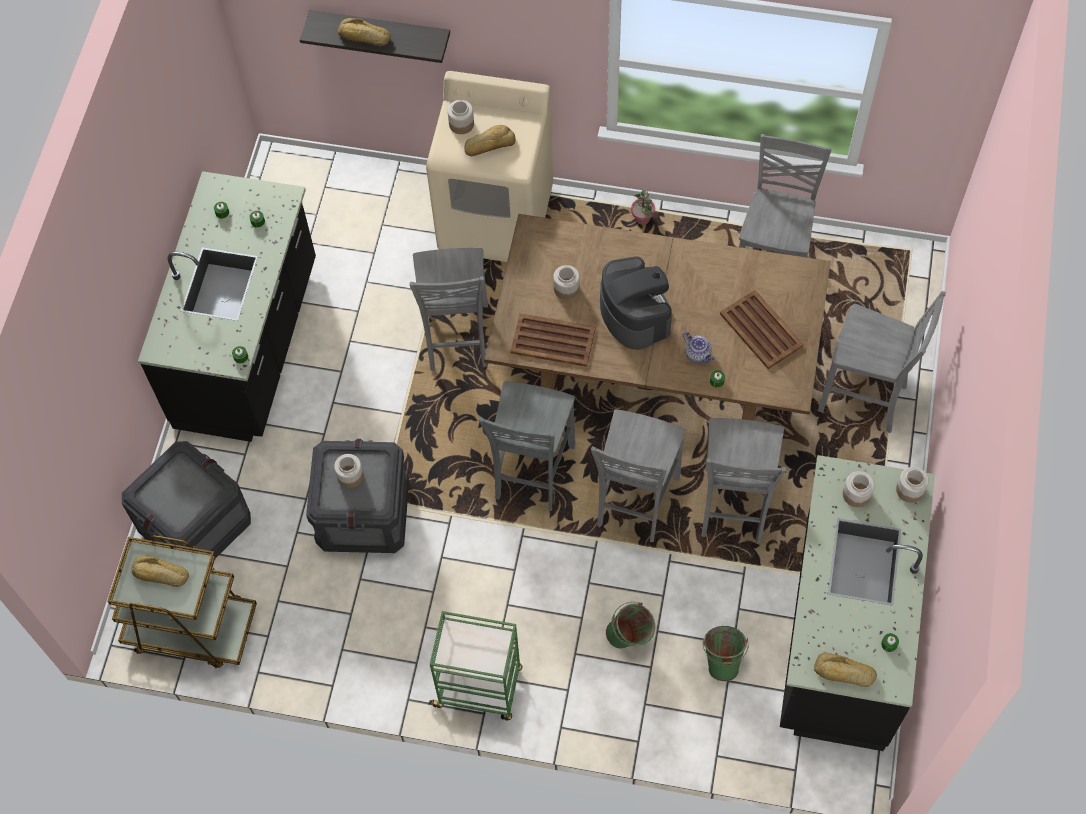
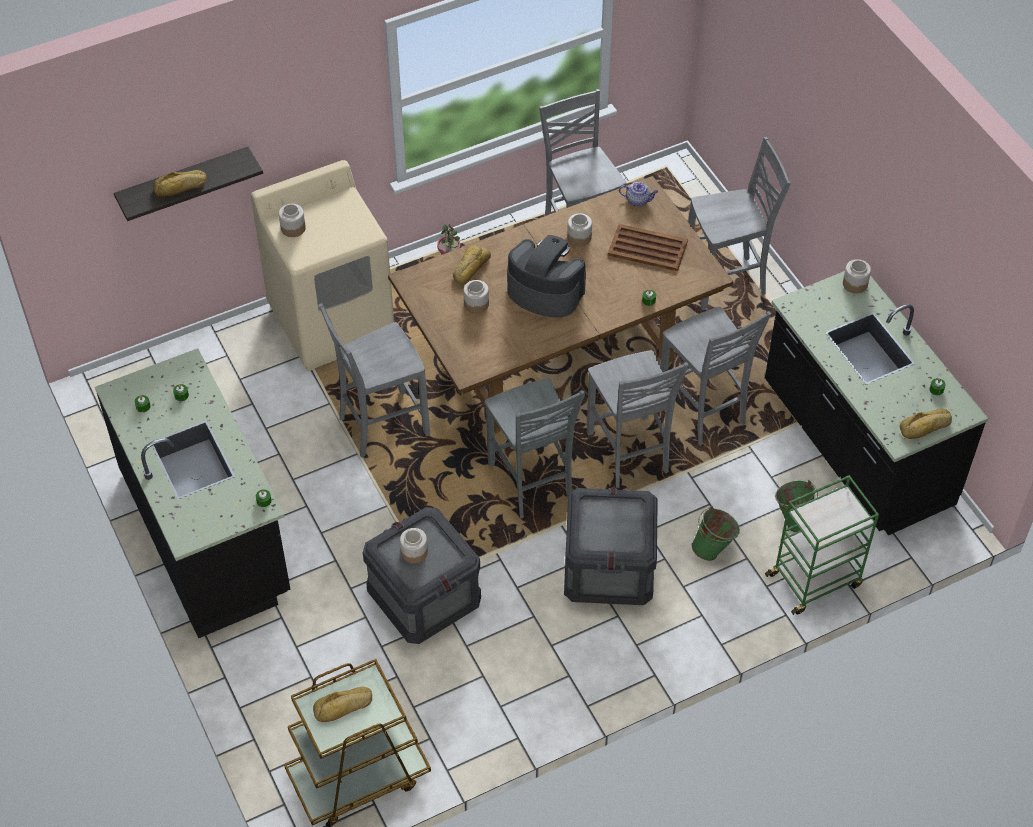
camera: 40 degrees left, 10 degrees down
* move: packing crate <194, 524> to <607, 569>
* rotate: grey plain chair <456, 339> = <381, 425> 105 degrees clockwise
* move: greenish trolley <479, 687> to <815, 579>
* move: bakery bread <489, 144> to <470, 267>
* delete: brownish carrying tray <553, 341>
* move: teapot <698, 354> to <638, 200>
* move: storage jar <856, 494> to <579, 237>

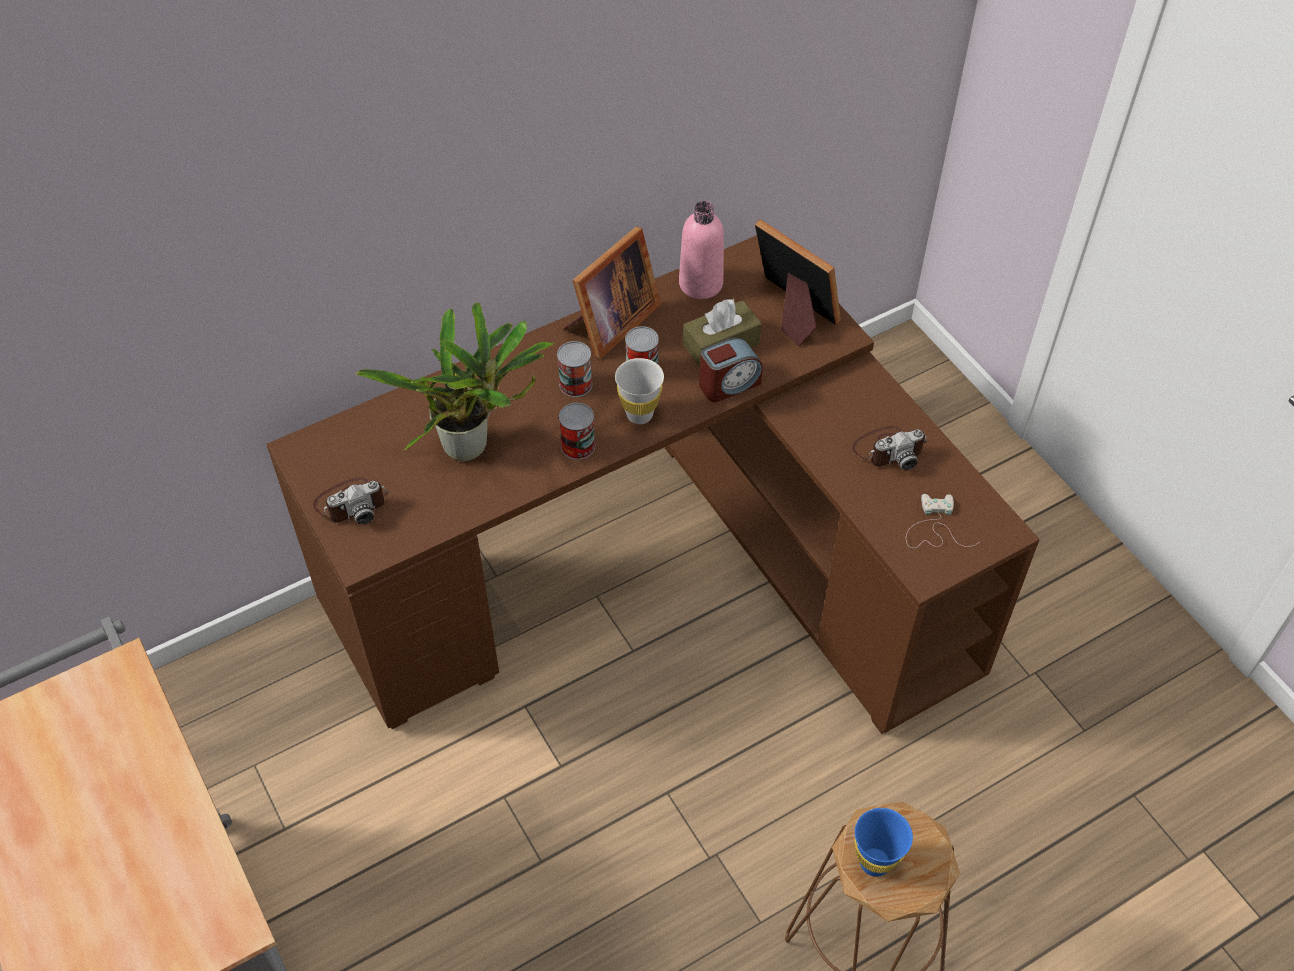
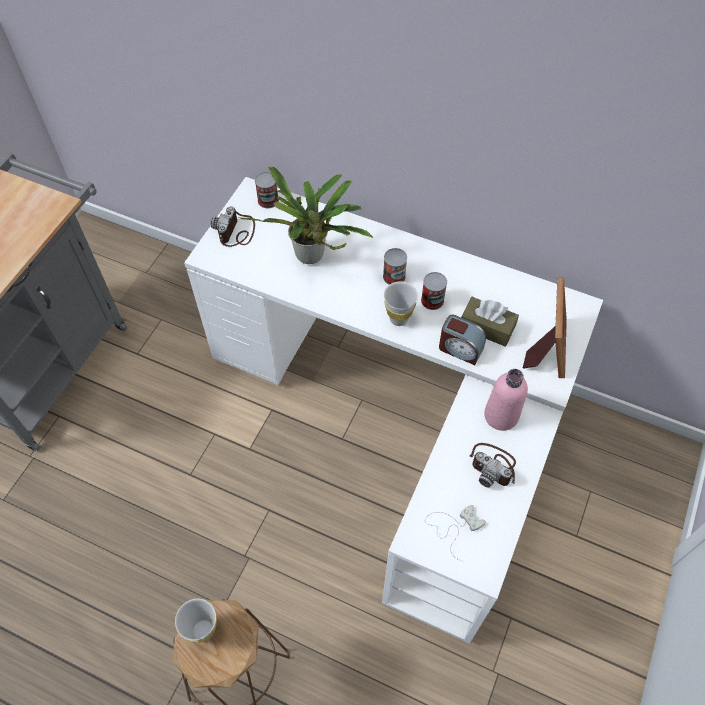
camera: 55 degrees right, 5 degrees up
* recolor: brownish desk <660, 571> to whitish desk <402, 420>
* rotate: photo camera <352, 503> = <236, 232> 75 degrees clockwise
* move: metal can <578, 446> to <268, 200>
* delete: standing frame <609, 324>
* move: pink-coloured beverage bottle <700, 284> to <501, 415>
* recolor: blue-coloured drinking cup <874, 862> to whitish drinking cup <203, 630>

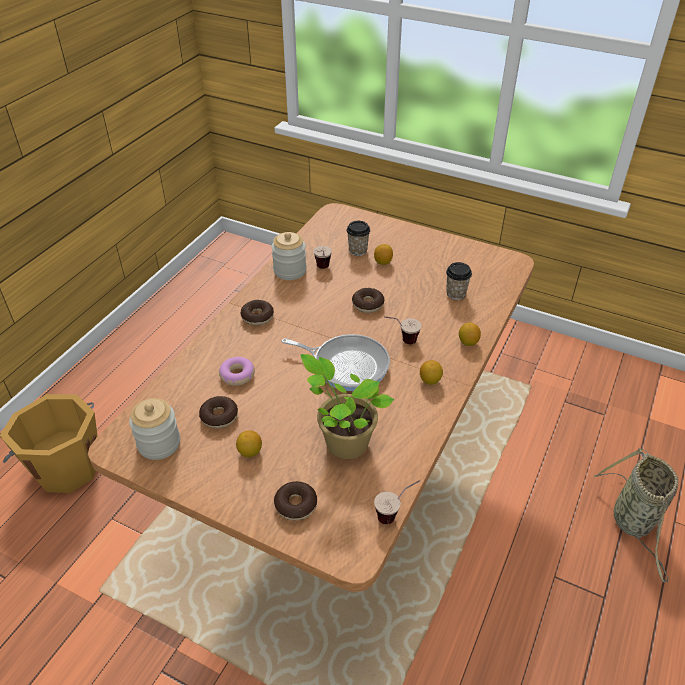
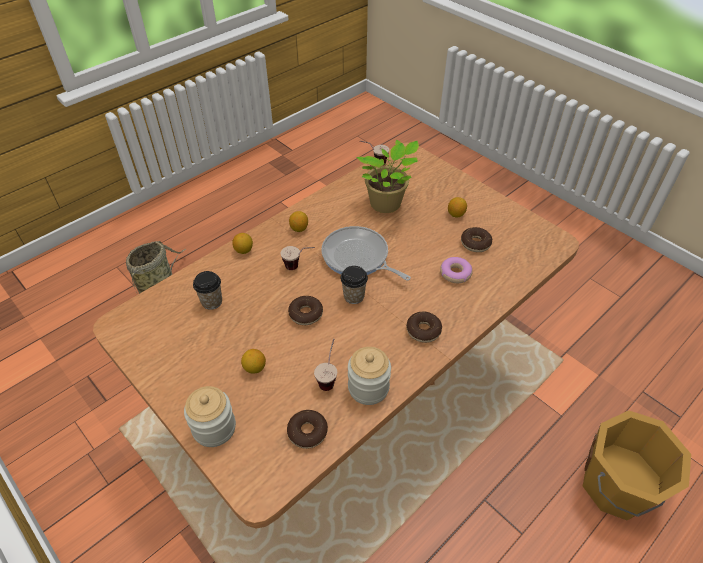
camera: 160 degrees left, 5 degrees up
* move: storage jar <159, 443> to <214, 428>
* move: ring doughnut <296, 505> to <307, 432>
* move: drinking cup <358, 250> to <354, 296>

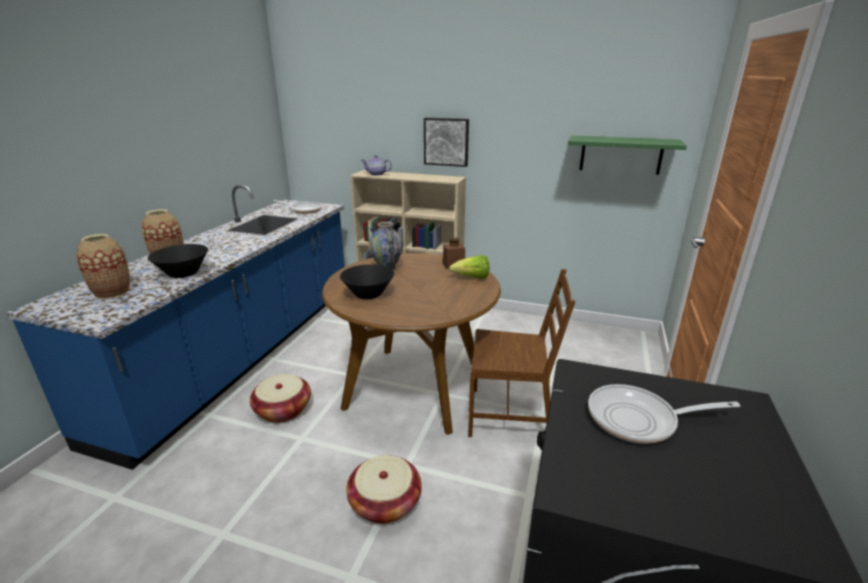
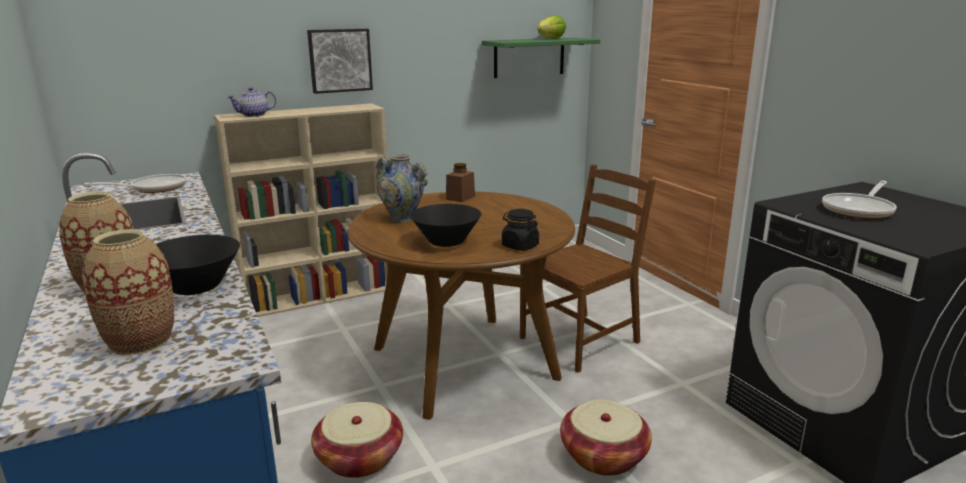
camera: 45 degrees left, 5 degrees down
* move: lettuce head <472, 278> to <550, 39>
* insert: black-coloured storage jar <519, 246>

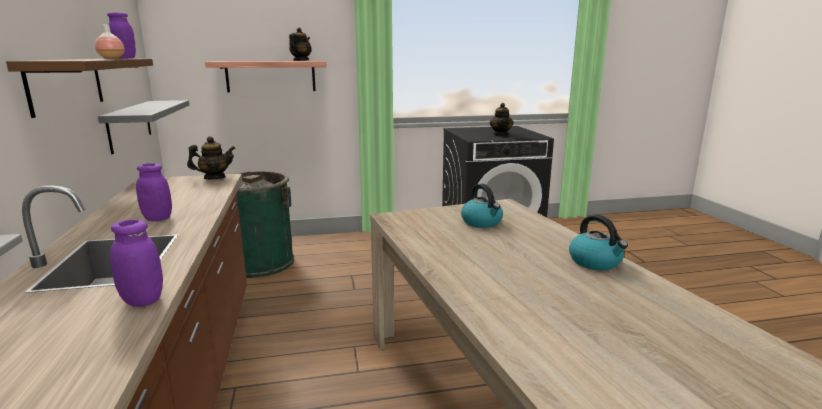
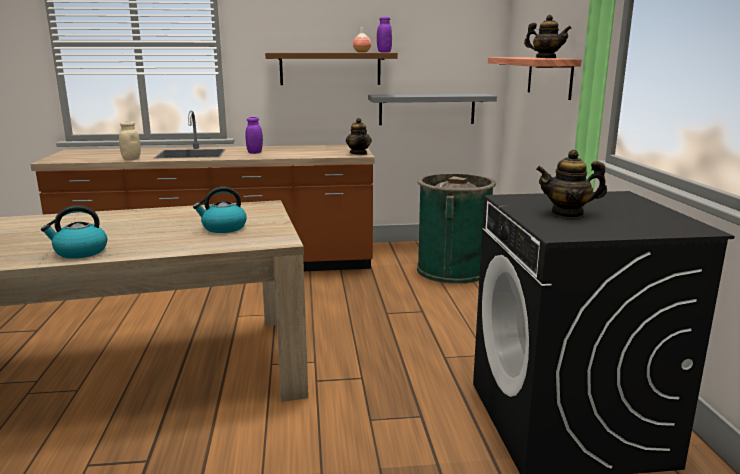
camera: 95 degrees right, 0 degrees up
* recolor: purplish storage jar <142, 300> to beige-coloured storage jar <131, 159>

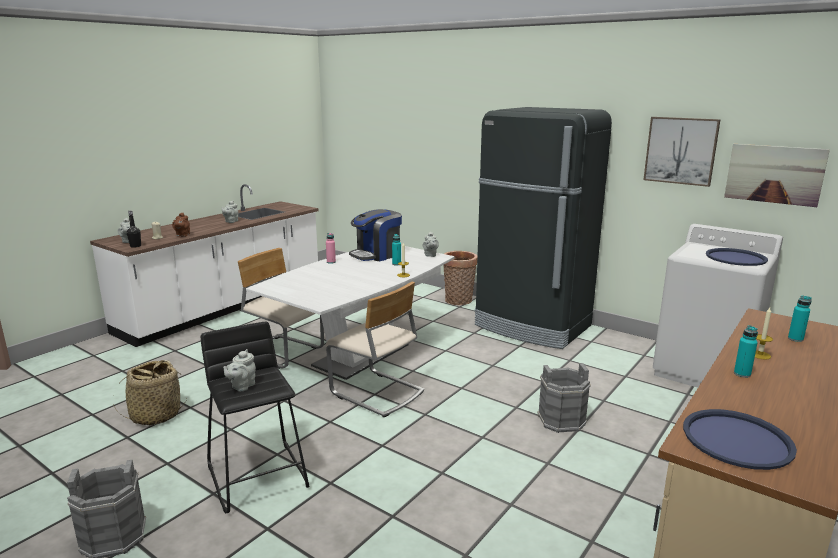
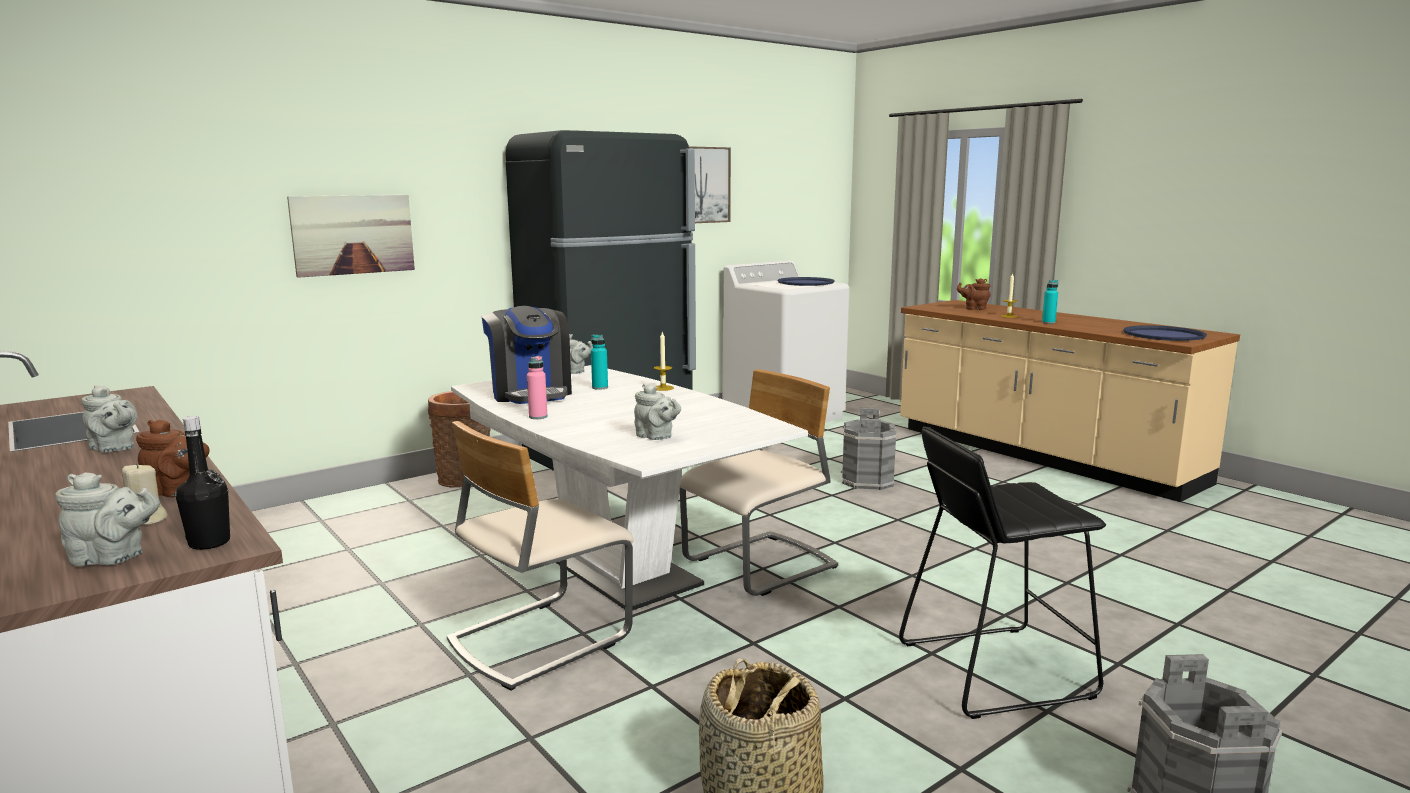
camera: 75 degrees left, 5 degrees down
* move: grey teapot <242, 386> to <656, 437>
* move: picture <774, 174> to <353, 234>
* replace: turquoise beverage bottle <795, 339> to brownish teapot <974, 308>

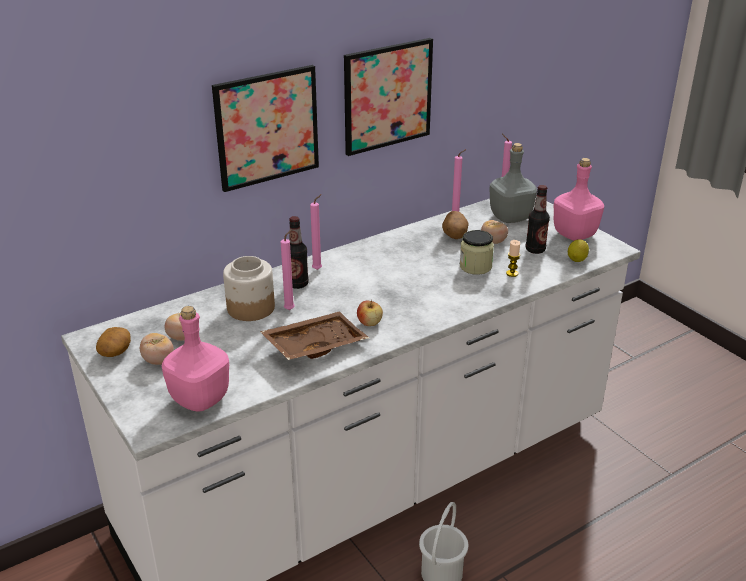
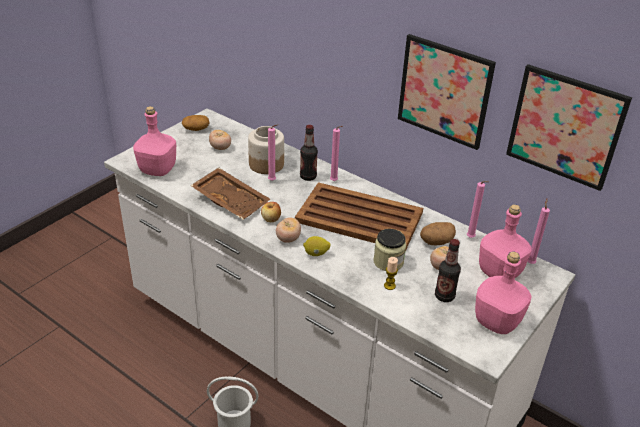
camera: 70 degrees right, 5 degrees up
* move: fresh tomato <158, 361> to <288, 239>
* move: picture <267, 127> to <565, 127>
* recolor: grey beverage bottle <509, 218> to pink-coloured beverage bottle <498, 272>
* move: lemon <577, 259> to <316, 254>
* insert: brownish carrying tray <358, 217>

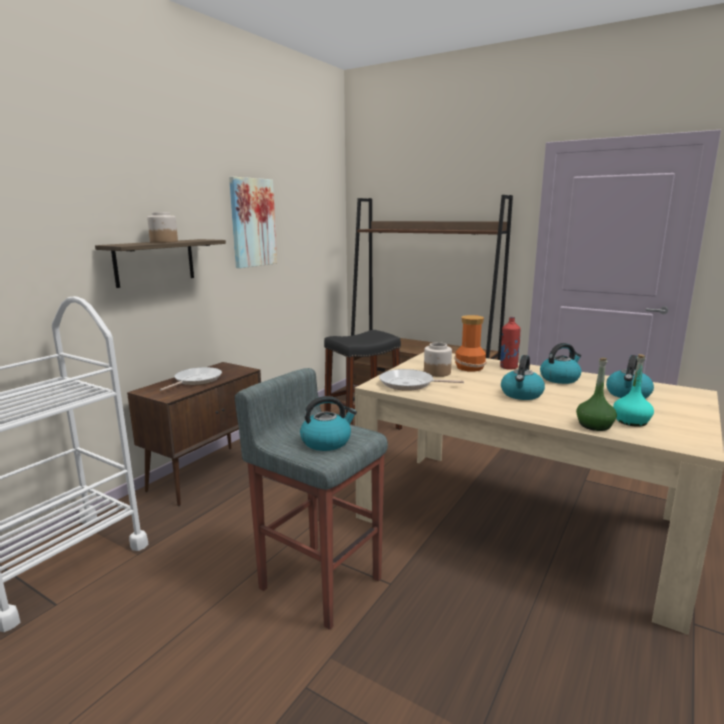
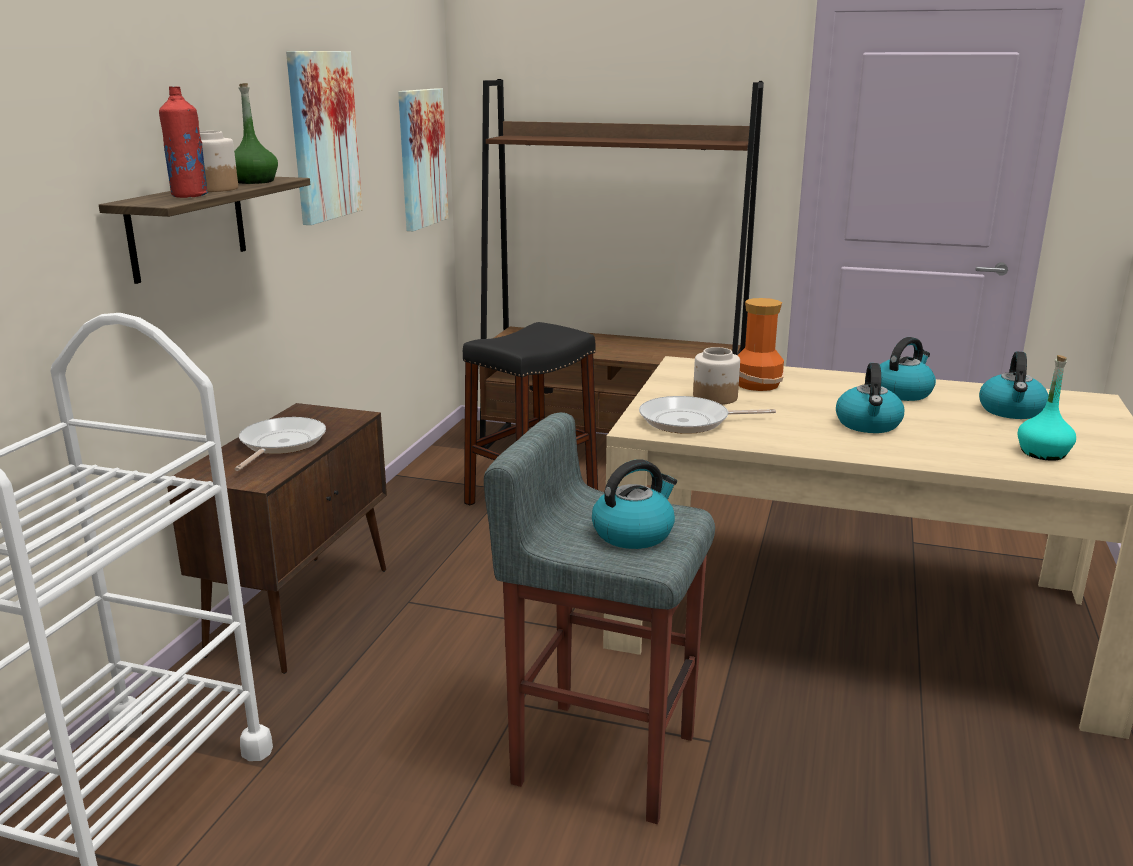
camera: 15 degrees left, 5 degrees up
* move: red-coloured beverage bottle <508, 367> to <189, 196>
* move: greenish beverage bottle <594, 425> to <254, 181>
* insert: picture <421, 158>

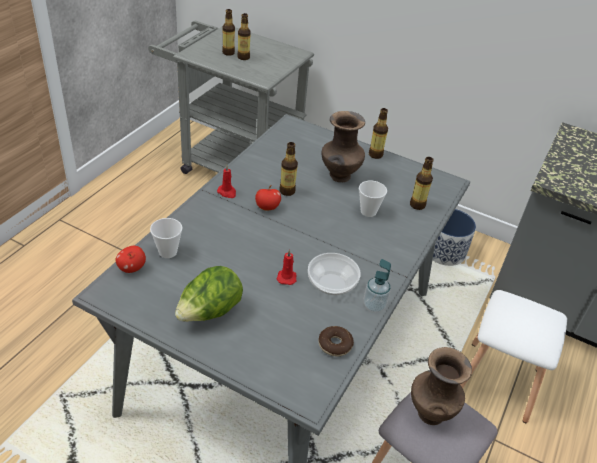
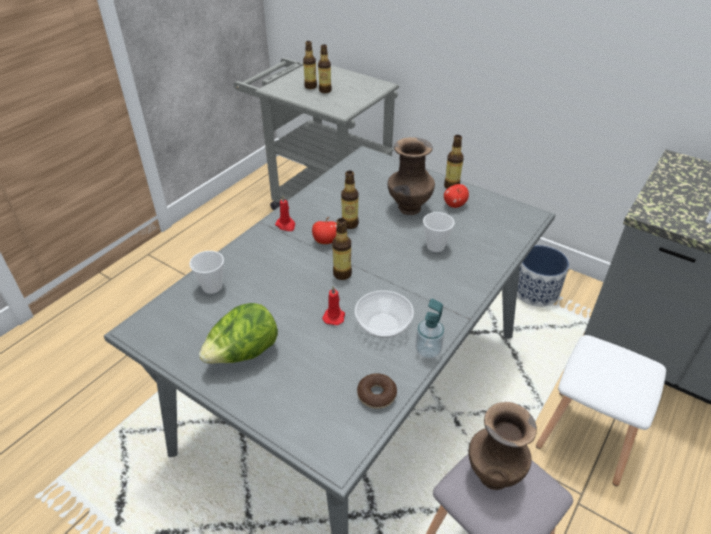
camera: 10 degrees right, 0 degrees up
* move: apple fruit <131, 268> to <454, 205>
* move: beverage bottle <417, 205> to <342, 274>

